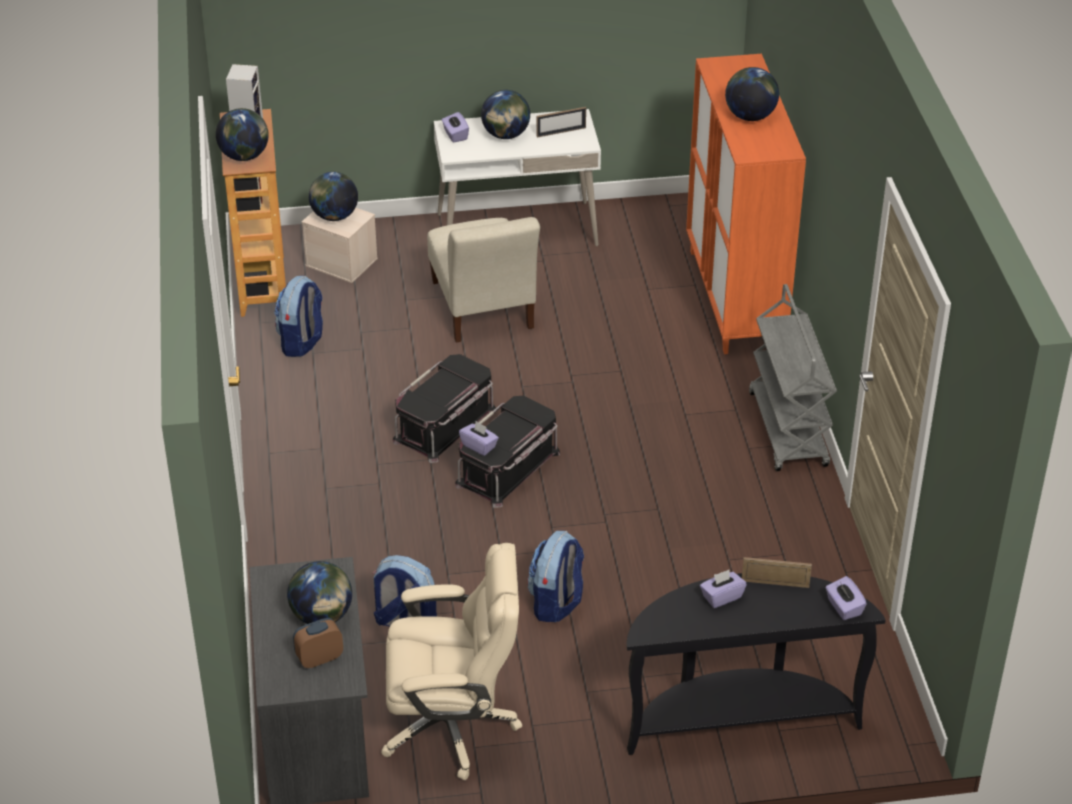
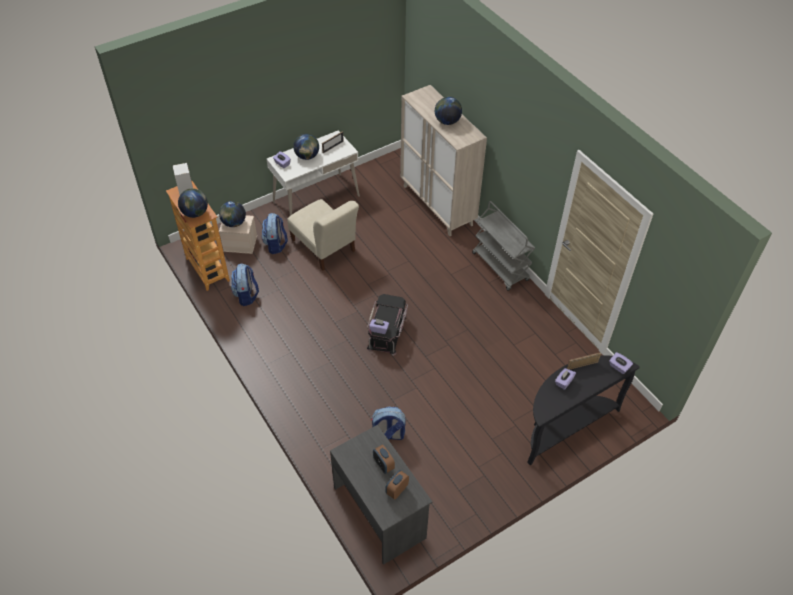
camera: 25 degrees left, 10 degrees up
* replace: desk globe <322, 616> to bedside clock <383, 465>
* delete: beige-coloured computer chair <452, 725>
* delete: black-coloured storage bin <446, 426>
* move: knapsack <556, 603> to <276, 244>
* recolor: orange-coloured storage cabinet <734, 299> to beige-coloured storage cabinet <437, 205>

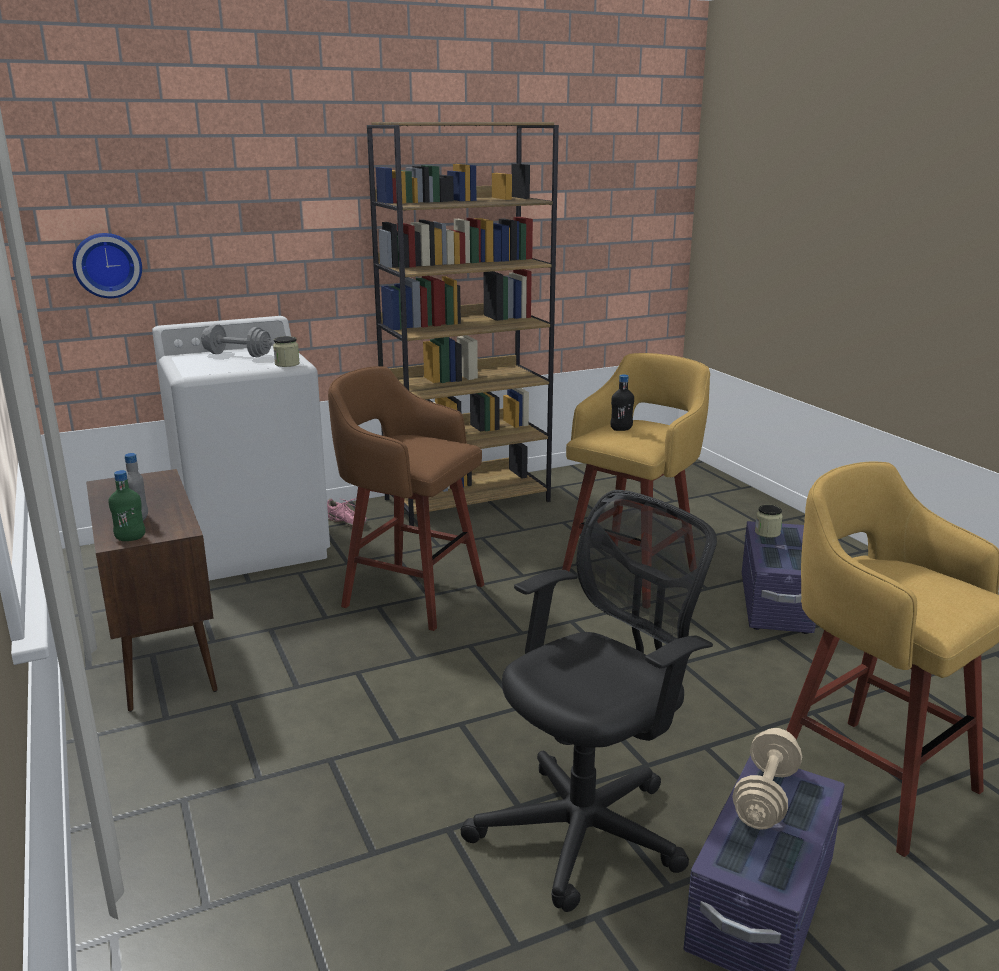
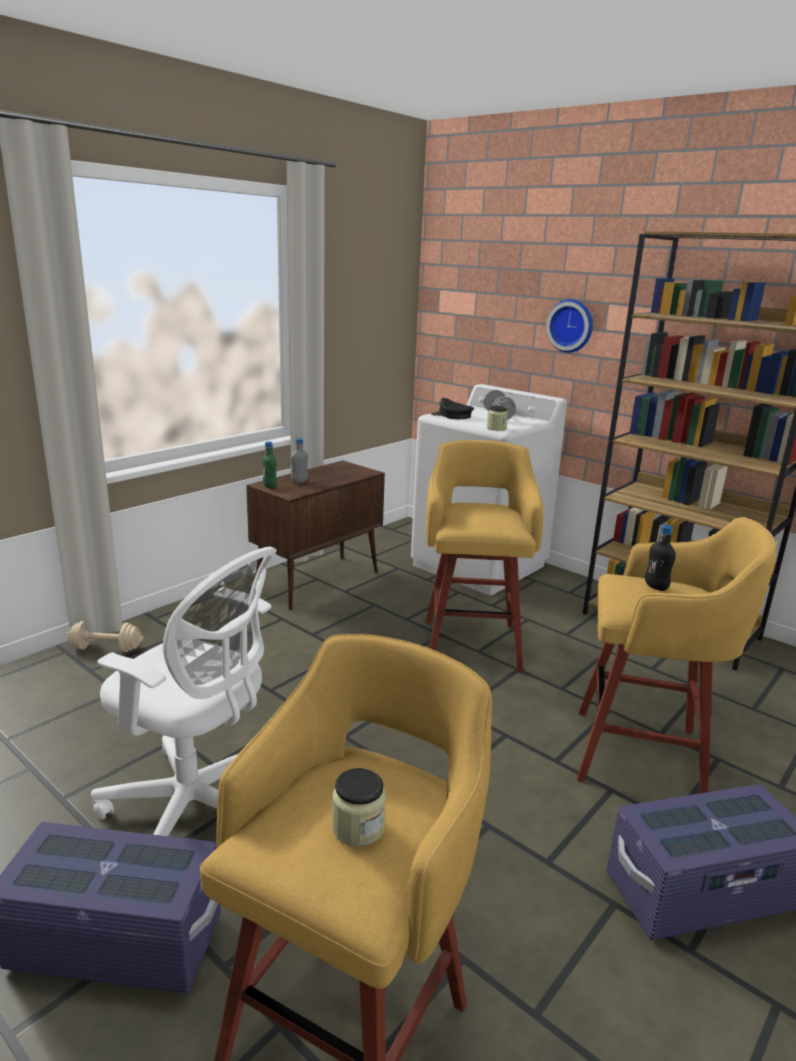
camera: 65 degrees right, 0 degrees up
* move: hanging clock <107, 265> to <571, 326>
* delete: pink-coloured shoe <346, 522>
* recolor: brownish stool <410, 594> to yellowish stool <471, 643>
* recolor: black-coloured computer chair <588, 828> to whitish computer chair <196, 809>
* move: beige-coloured hand weight <765, 797> to <106, 648>
* move: storage jar <767, 533> to <358, 828>
* insert: black-coloured baseball cap <451, 416>

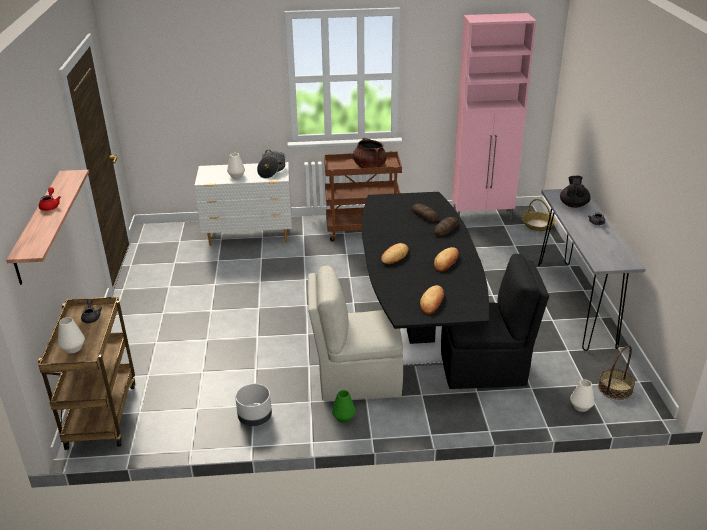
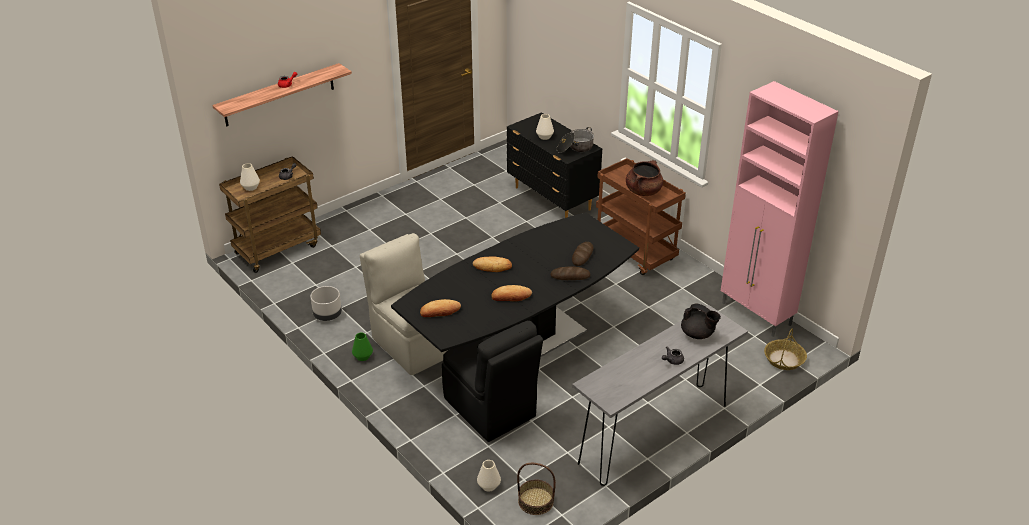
camera: 55 degrees right, 5 degrees up
* recolor: whitish chest of drawers <249, 236> to black-coloured chest of drawers <552, 199>
* rotate: black-coloured teapot <573, 204> = <697, 334> 60 degrees clockwise

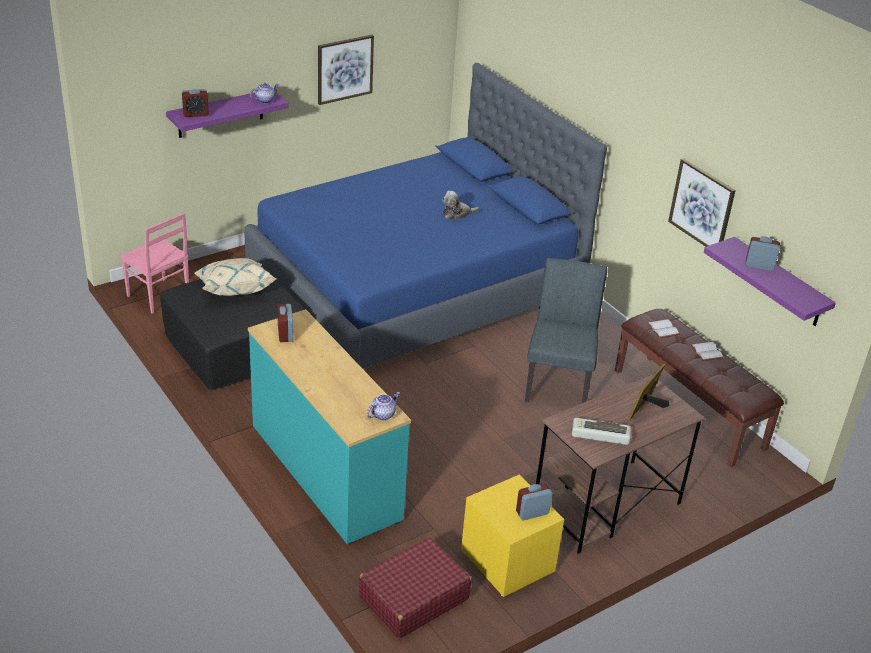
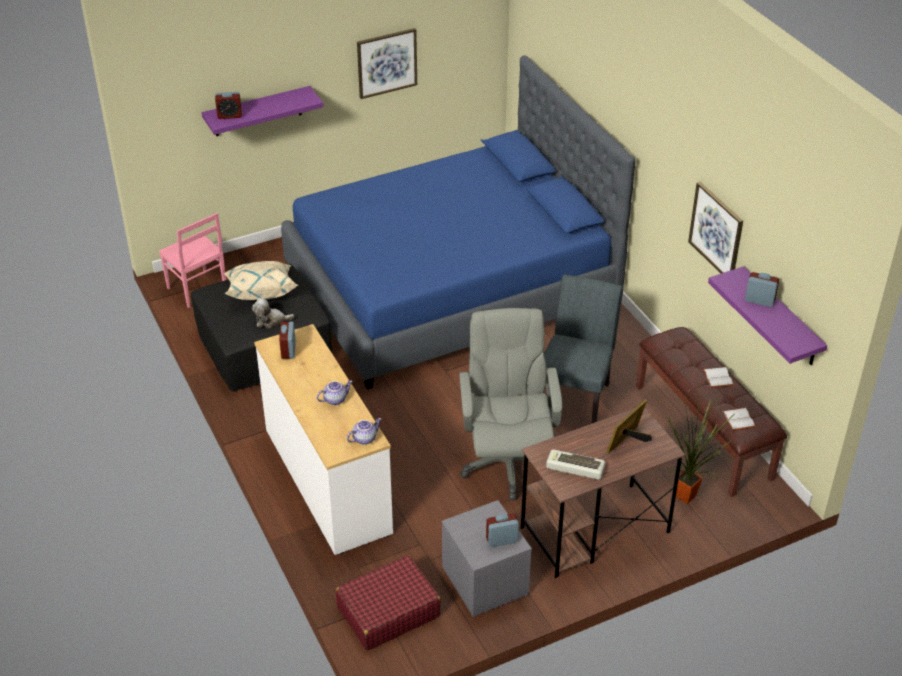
camera: 10 degrees right, 5 degrees up
* recolor: turquoise chest of drawers <324, 472> to whitish chest of drawers <326, 481>
* move: teapot <264, 100> to <335, 399>
* move: plush toy <457, 214> to <271, 320>
* recolor: yellowish bedside table <507, 561> to grey bedside table <485, 581>
* move: whitish bound book <664, 329> to <739, 420>
* insert: grey computer chair <507, 462>
* insert: plant in a pot <688, 499>

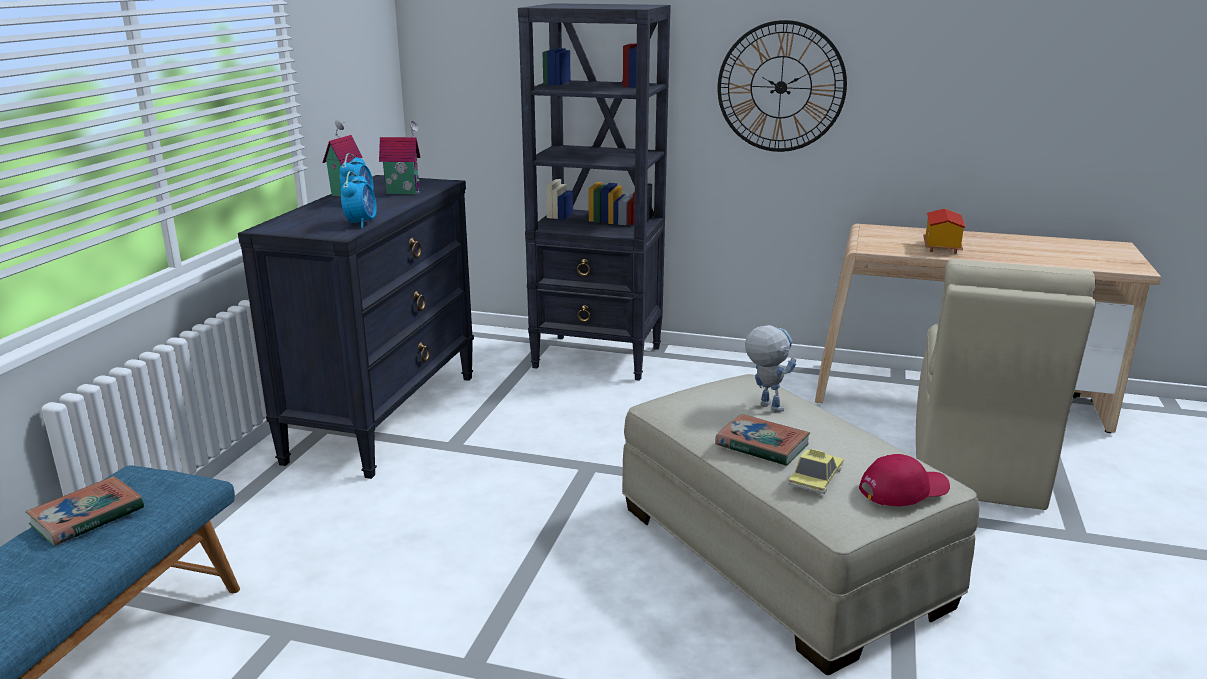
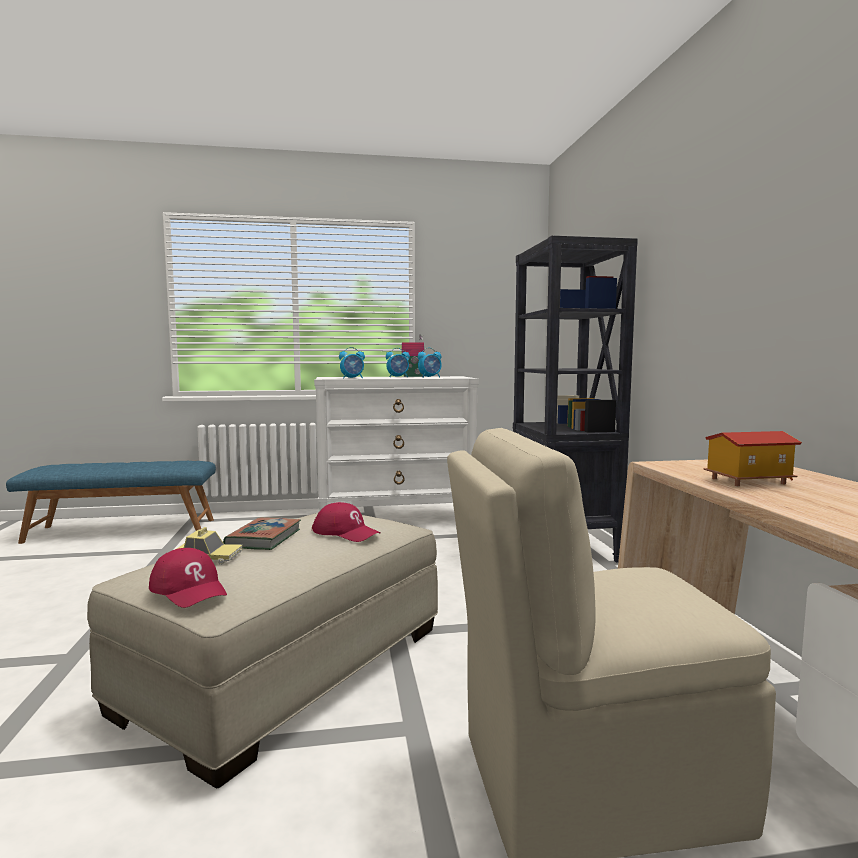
camera: 65 degrees right, 15 degrees down
* delete: bound book <87, 516>
* recolor: black-coloured chest of drawers <384, 416> to whitish chest of drawers <396, 519>
* replace: model house <403, 192> to bedside clock <430, 377>
* delete: hanging clock <781, 87>
* replace: robot figure <764, 405> to red-coloured baseball cap <346, 532>

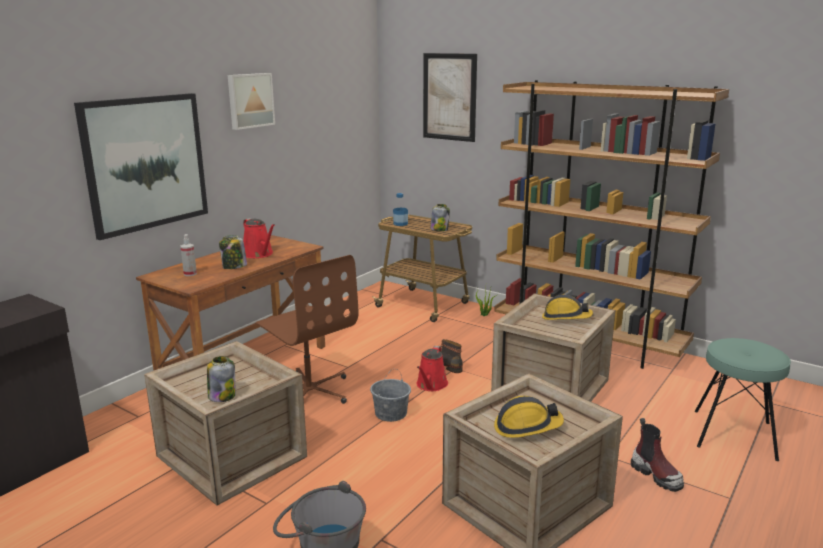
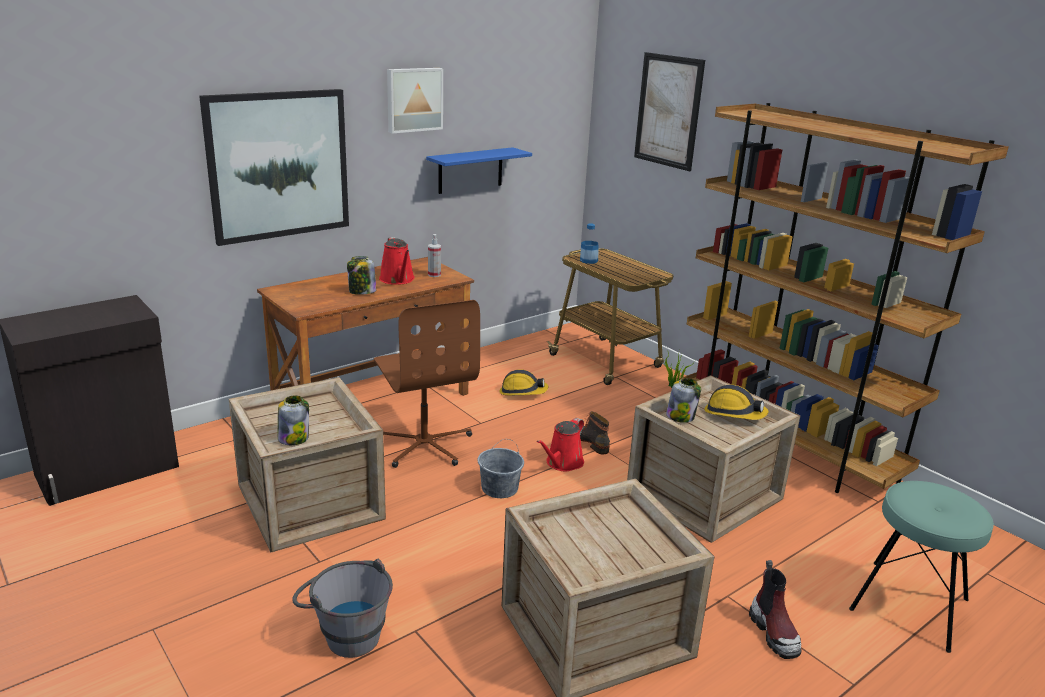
camera: 15 degrees right, 5 degrees up
* move: sprayer <190, 274> to <434, 275>
* move: storage jar <439, 229> to <681, 416>
* move: hard hat <526, 427> to <522, 392>
* insert: blue-coloured wall shelf <470, 170>

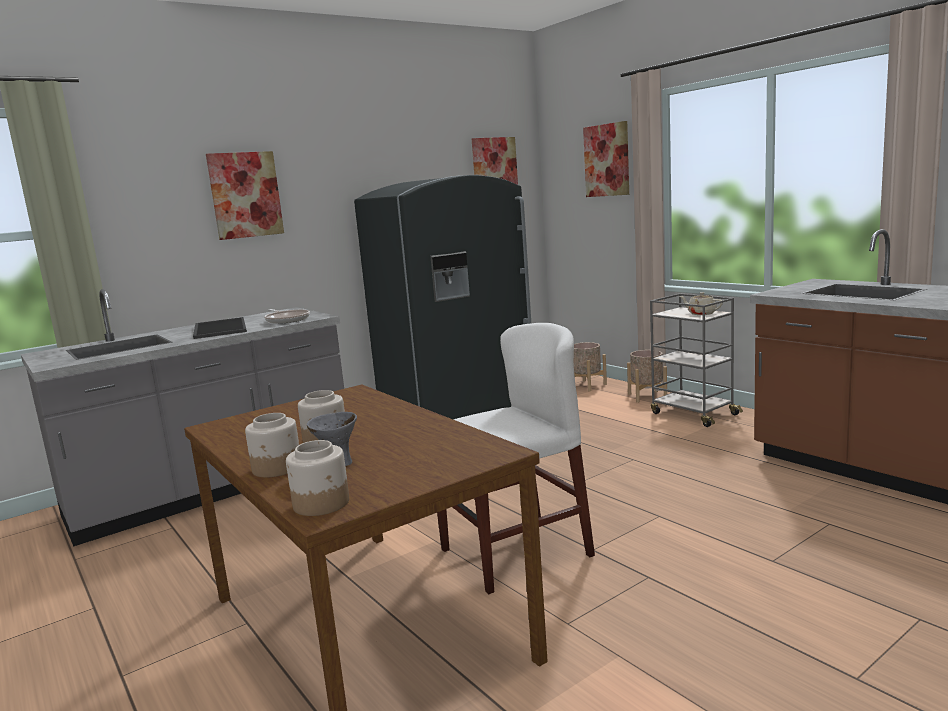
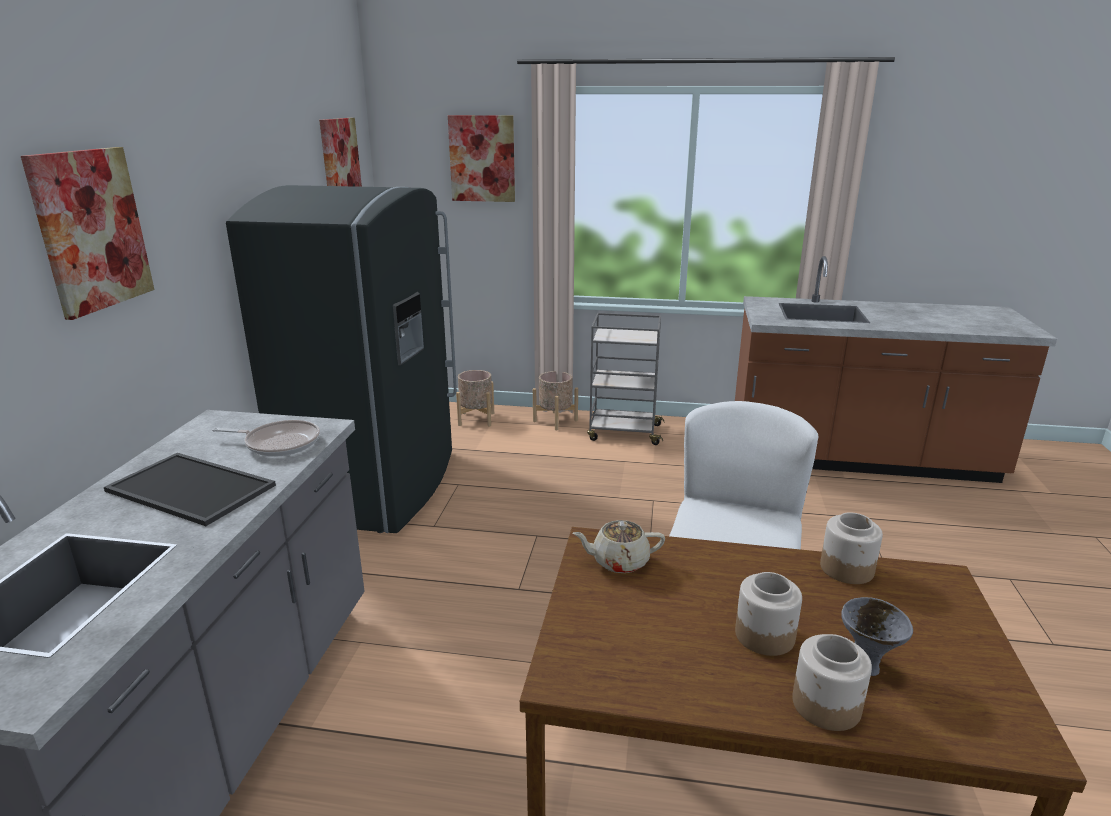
camera: 45 degrees left, 10 degrees up
* move: storage jar <322, 503> to <847, 568>
* move: beige-coloured teapot <701, 313> to <619, 561>

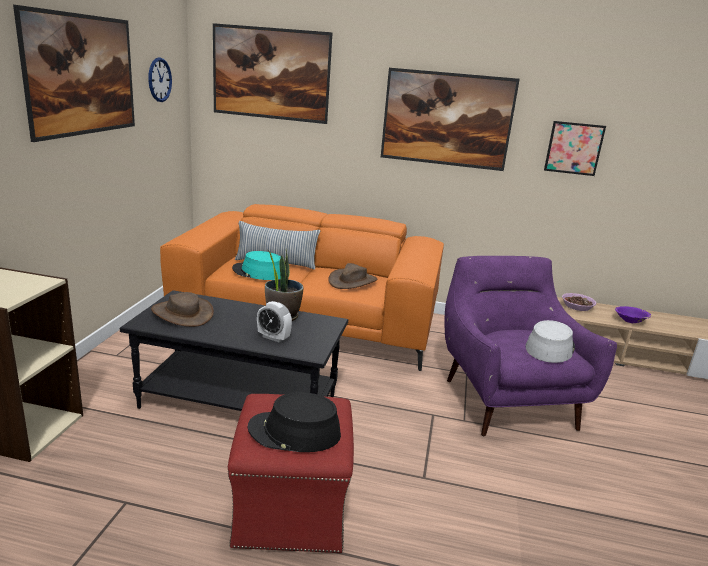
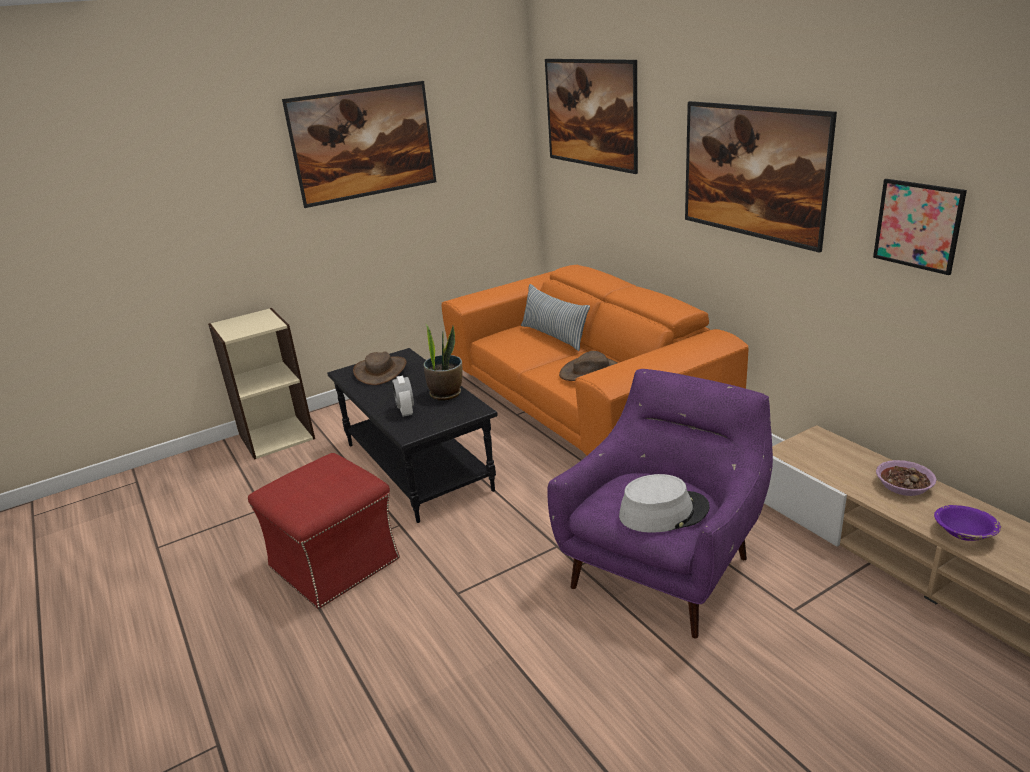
camera: 50 degrees right, 5 degrees up
* delete: hanging clock <159, 80>
* delete: turquoise wearable hat <258, 272>
* delete: black-coloured wearable hat <294, 432>

